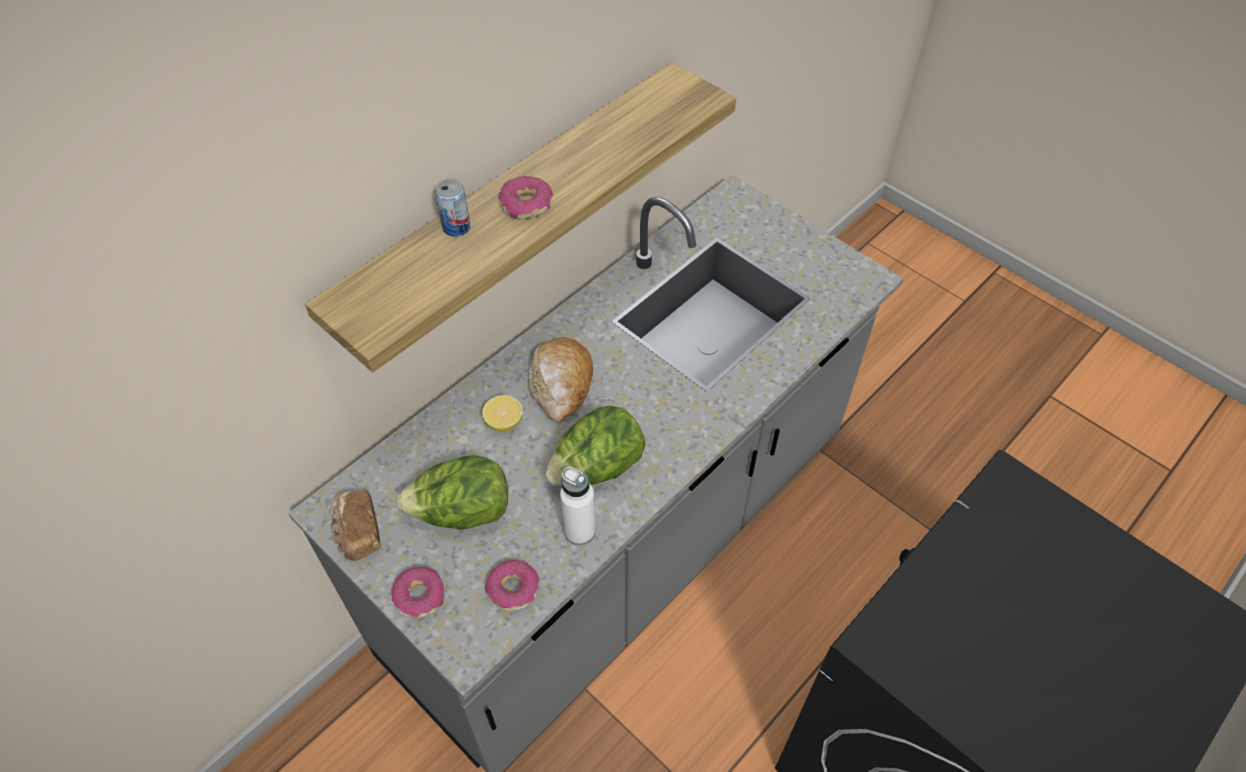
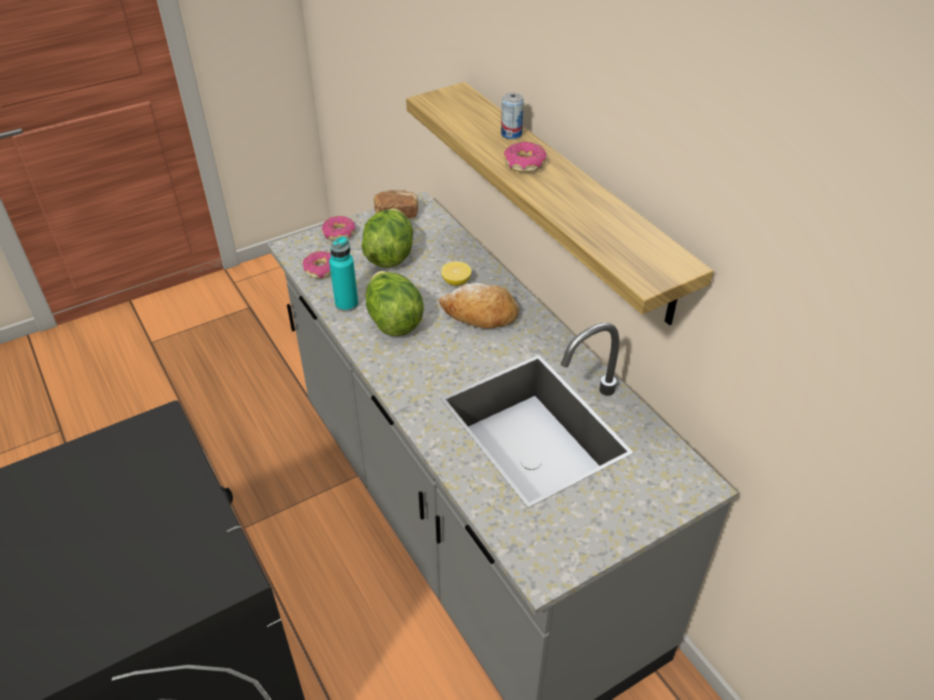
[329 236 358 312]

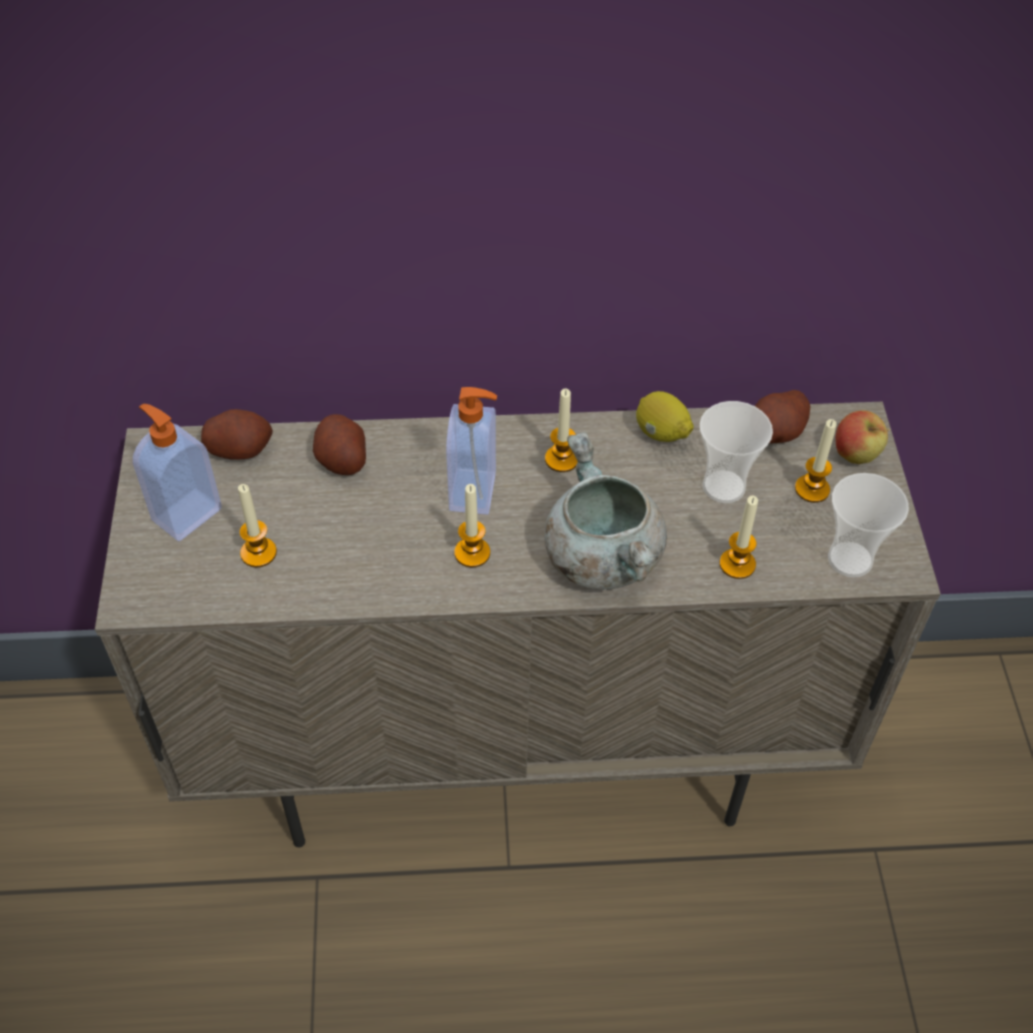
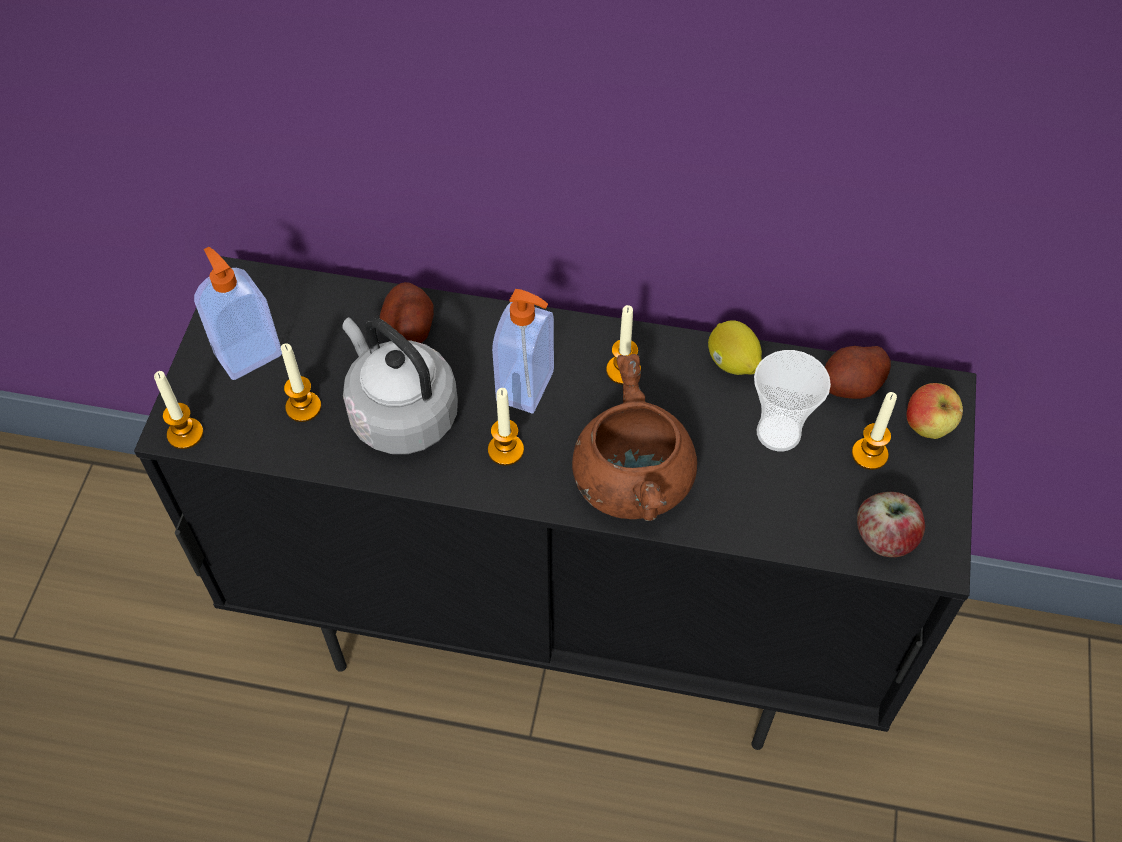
[201 409 273 460] (first image)
[342 317 458 454]
[154 371 203 449]
[857 492 925 557]
[134 256 976 750]
[572 354 697 521]

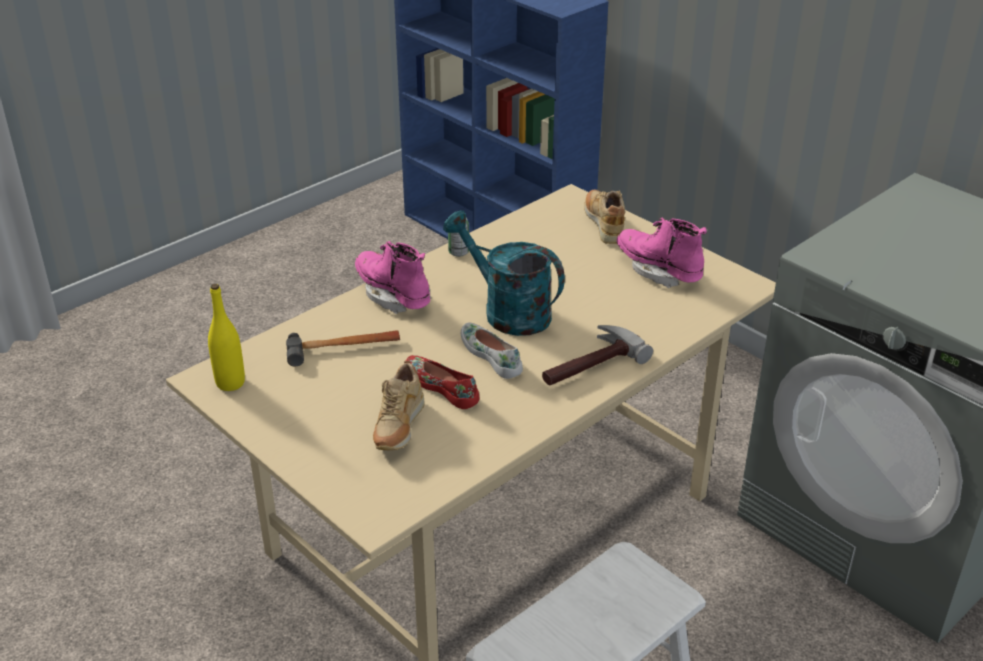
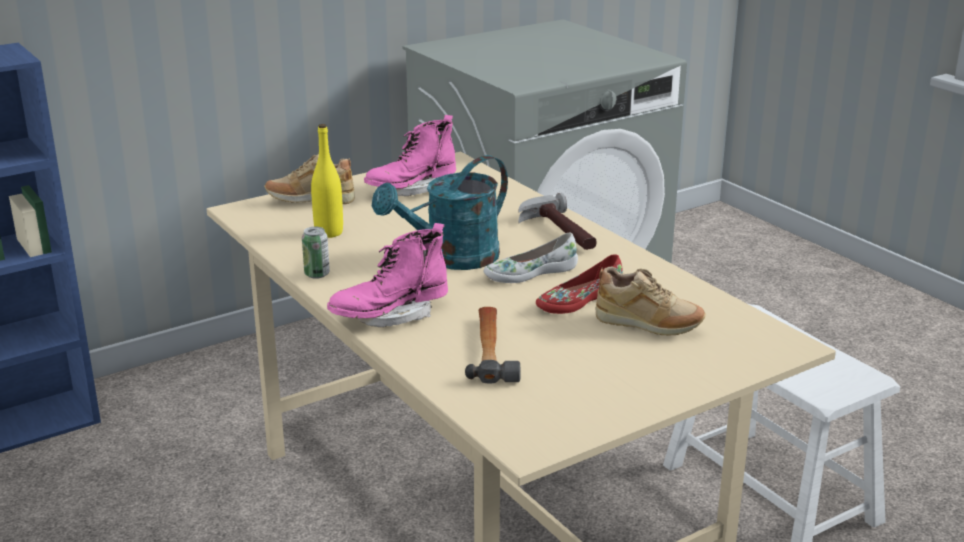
[311 124 343 238]

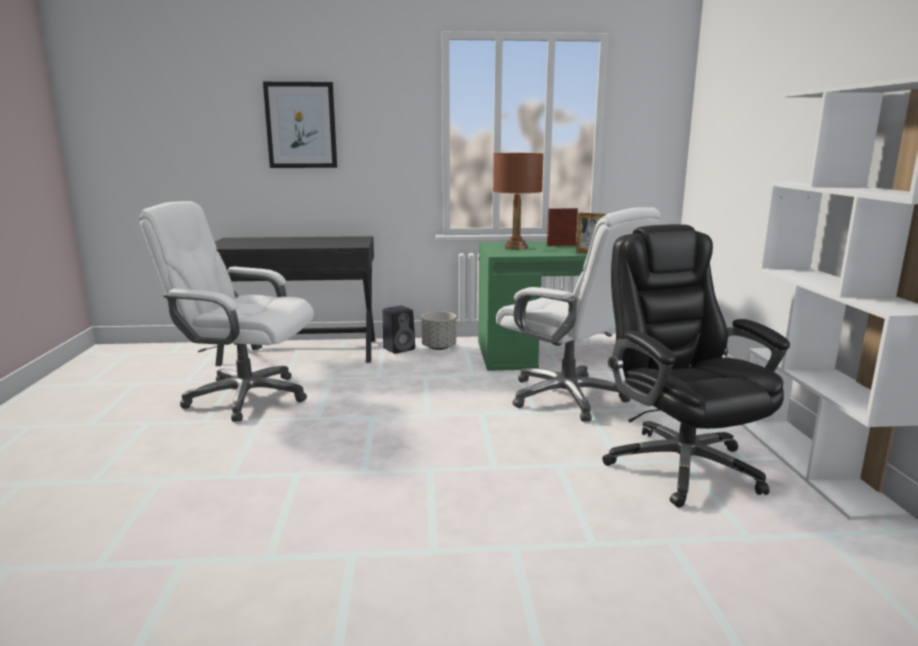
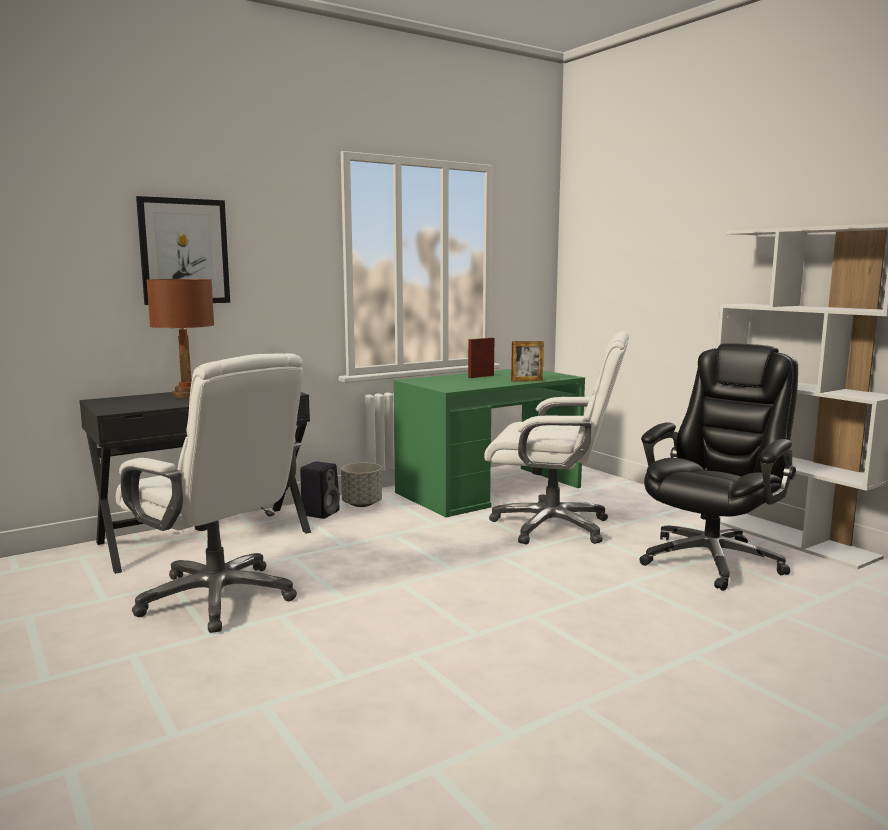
[146 279 214 398]
[116 353 303 633]
[639 343 798 591]

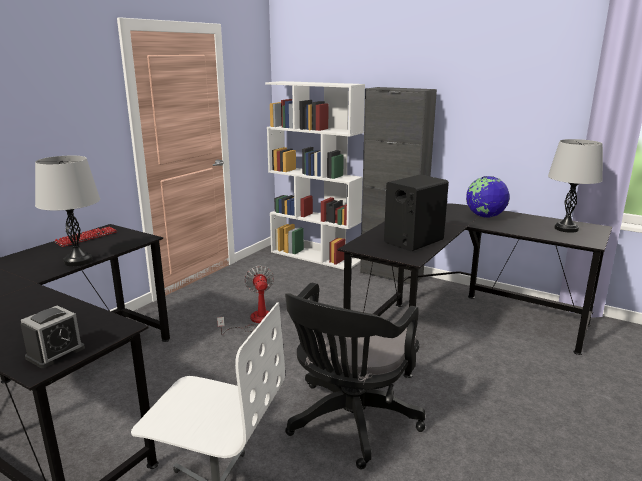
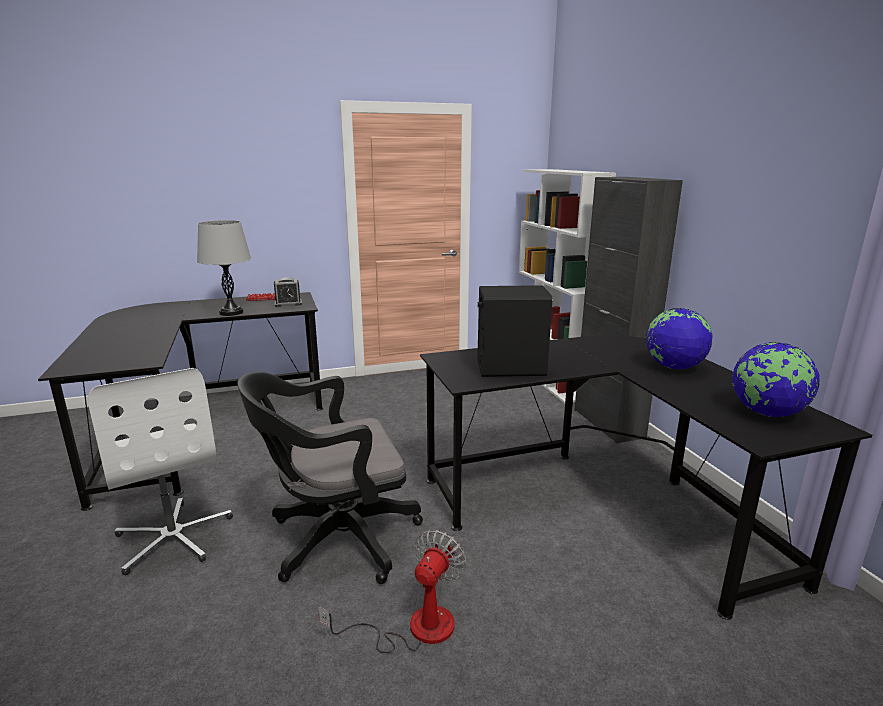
[274 277 302 307]
[318 530 467 653]
[732 342 820 417]

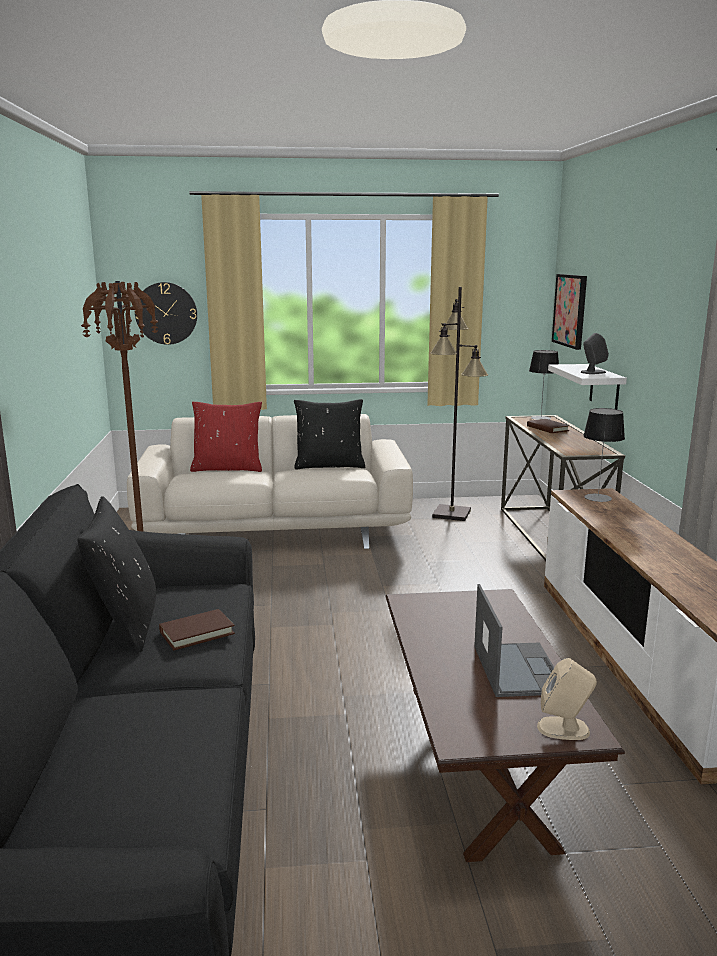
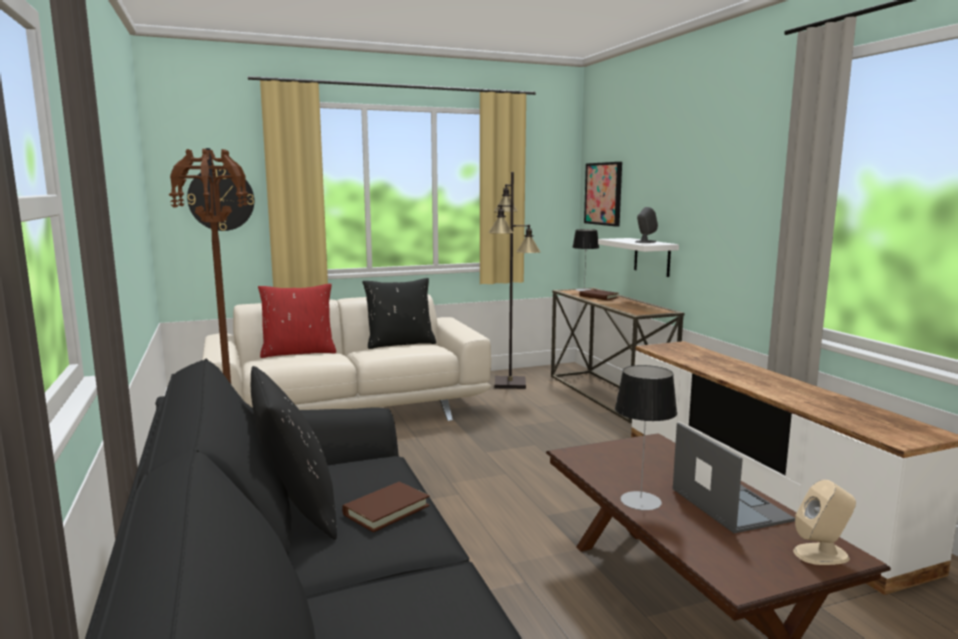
[615 365 677 510]

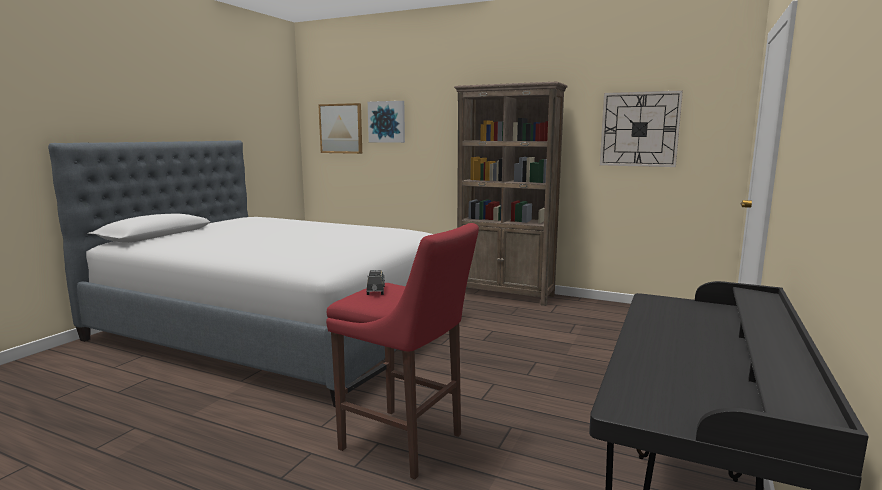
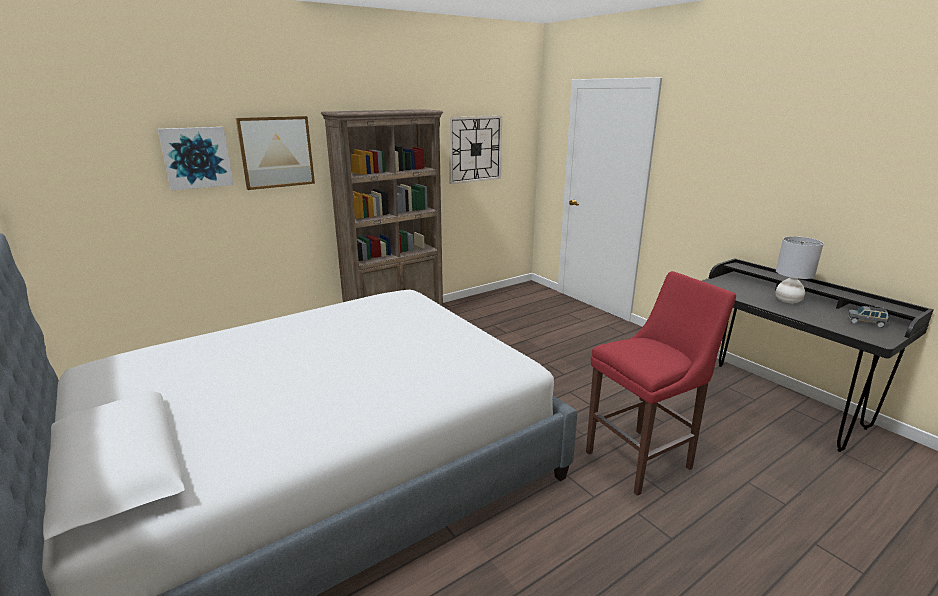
[775 236 824 304]
[235 116 315 190]
[848 306 889 328]

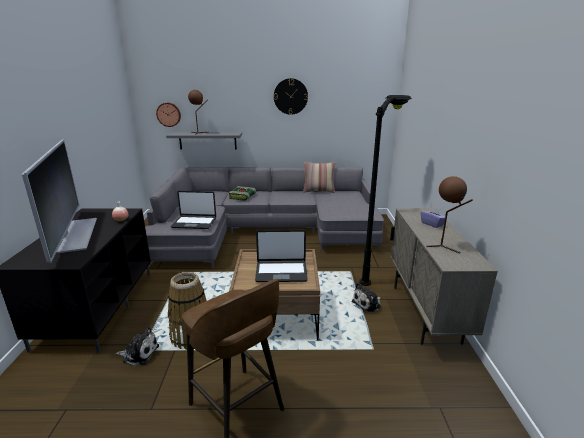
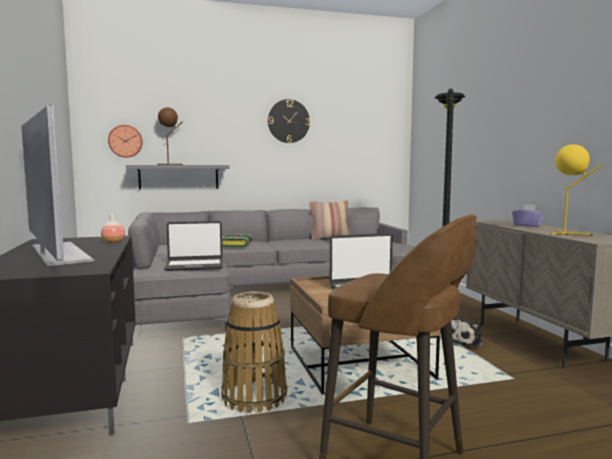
[116 327 159 366] (first image)
[550 144 601 236]

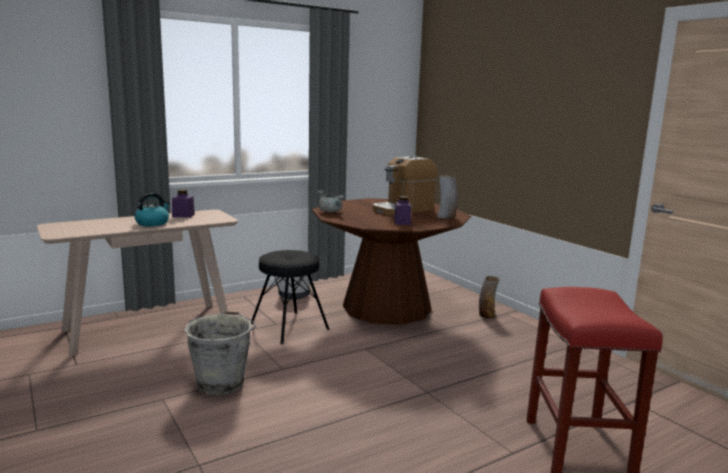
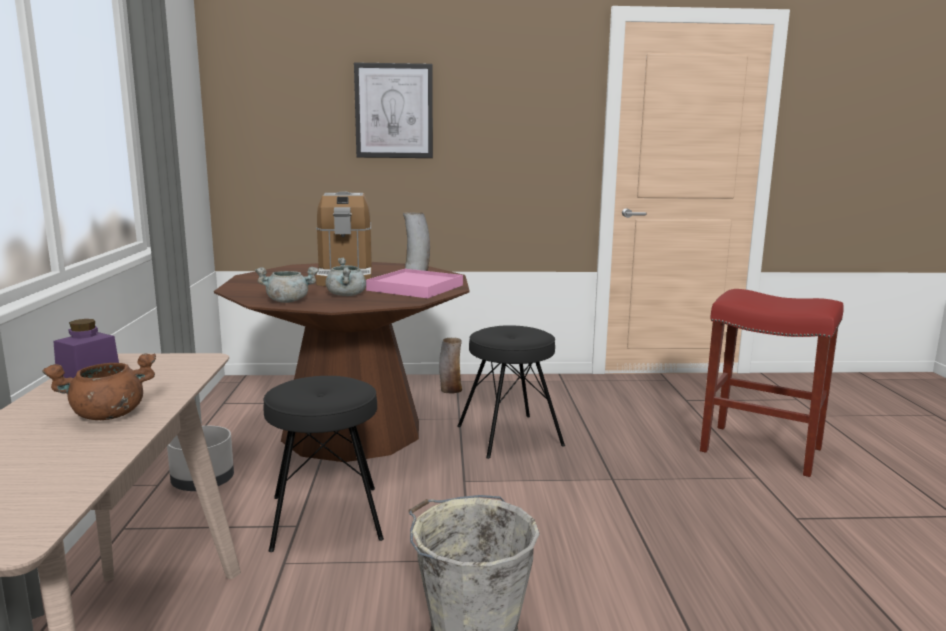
[325 257 366 296]
[354 62 433 158]
[457 325 565 459]
[42 353 156 420]
[366 269 463 298]

